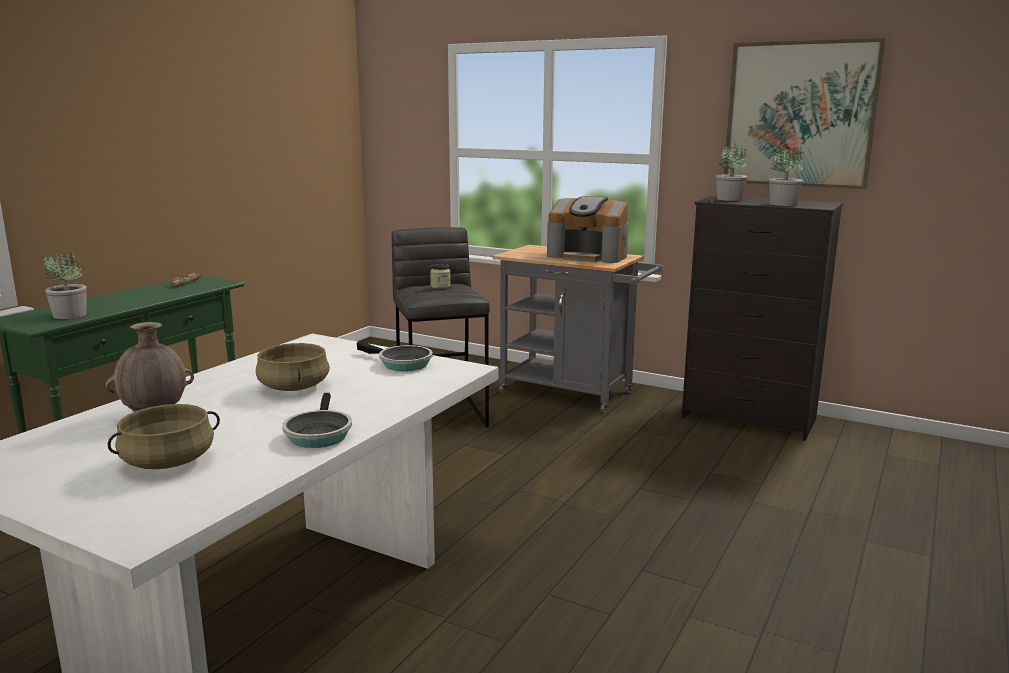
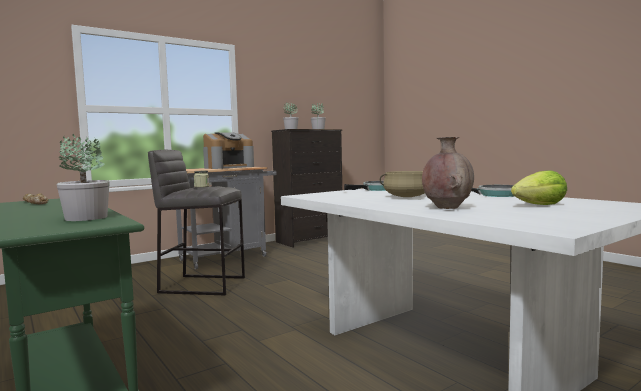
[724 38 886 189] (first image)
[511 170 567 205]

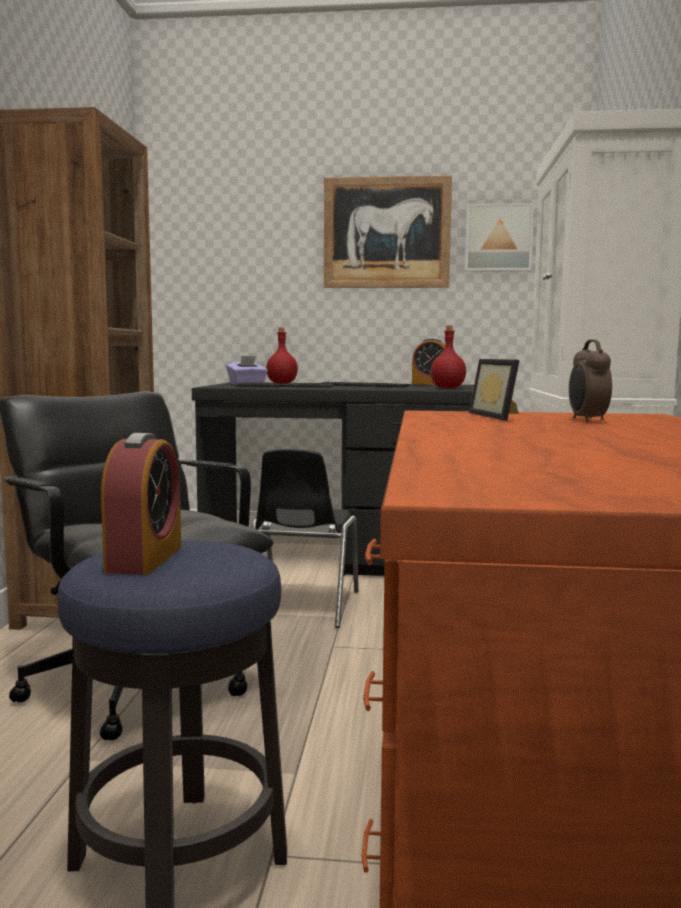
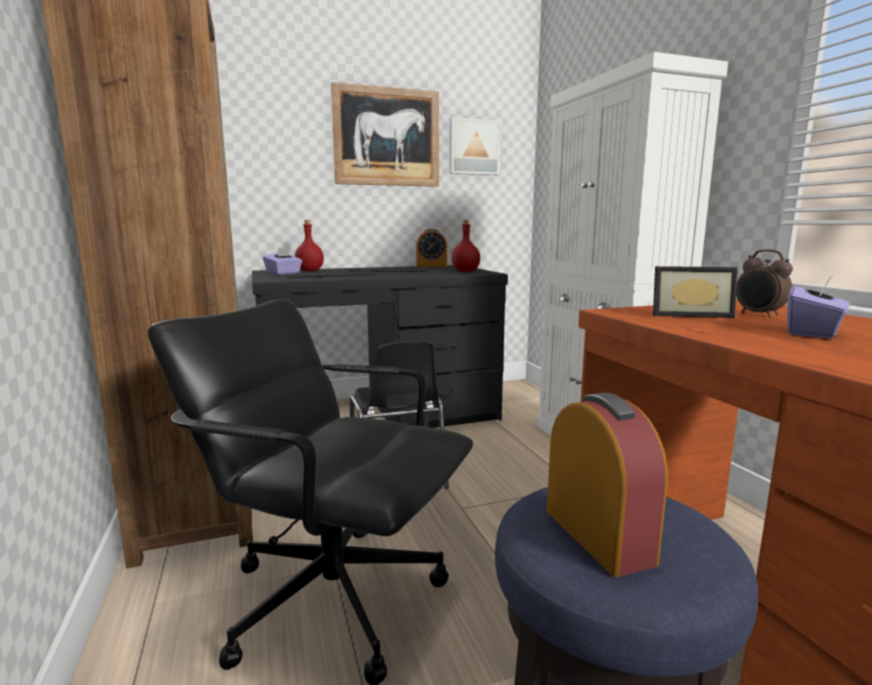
[787 275 849 339]
[653 266 738 318]

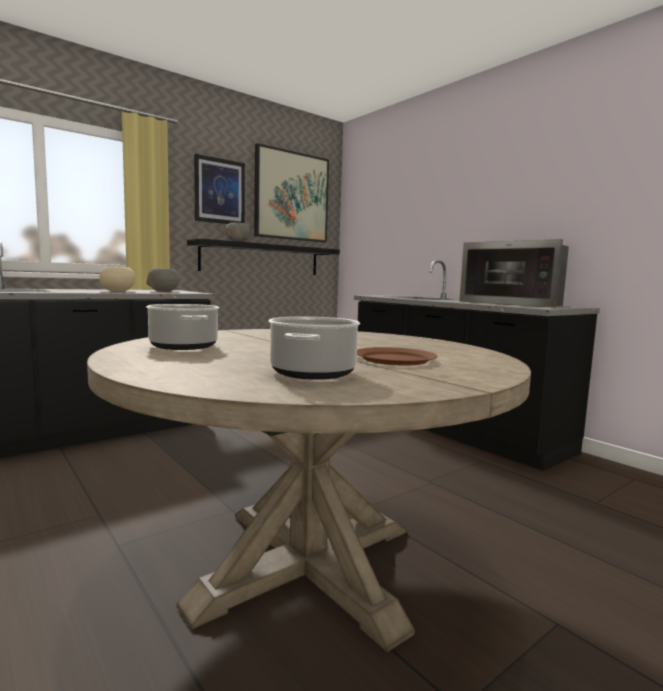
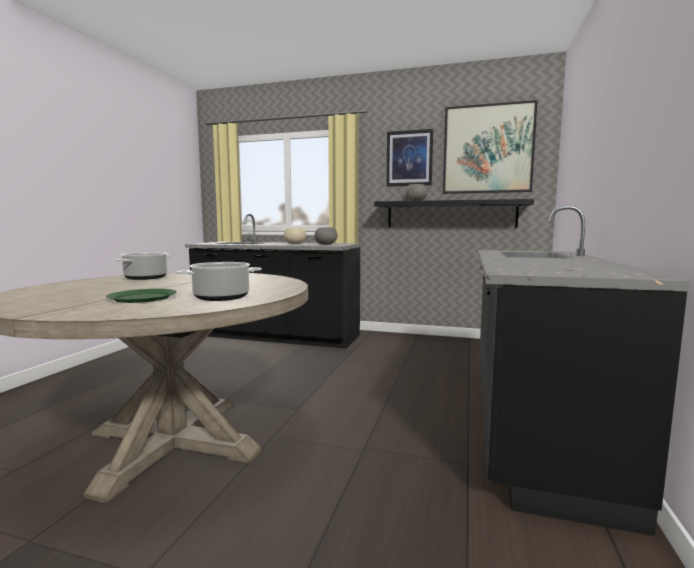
[459 239 569 307] (first image)
[176 262 262 301]
[106 289 177 303]

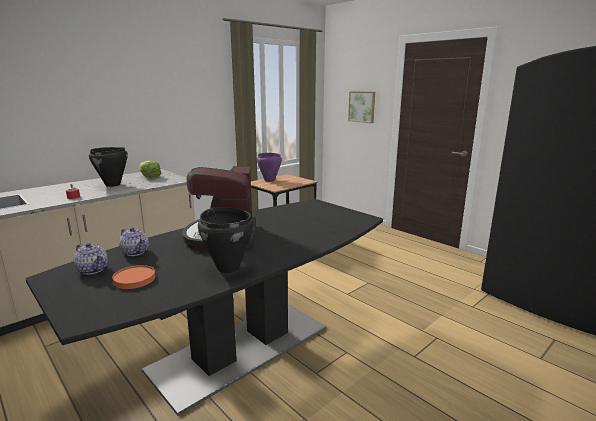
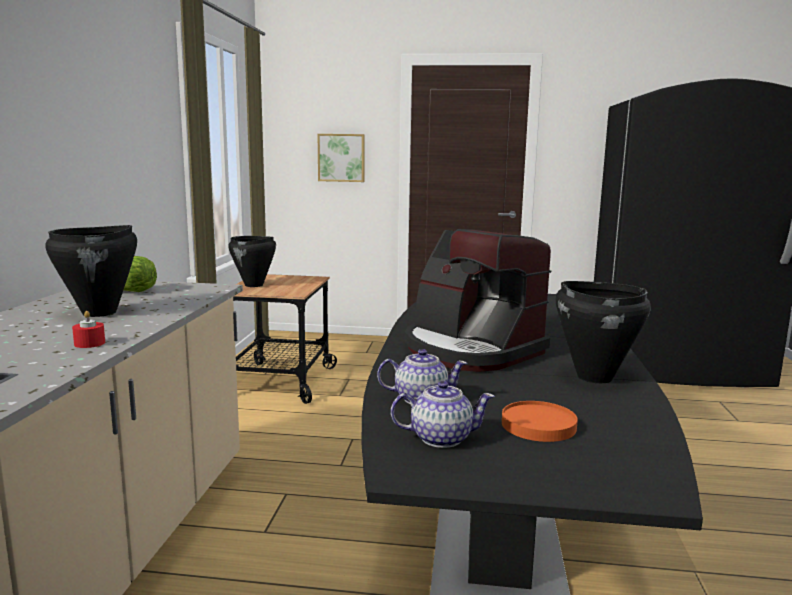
[229 236 276 287]

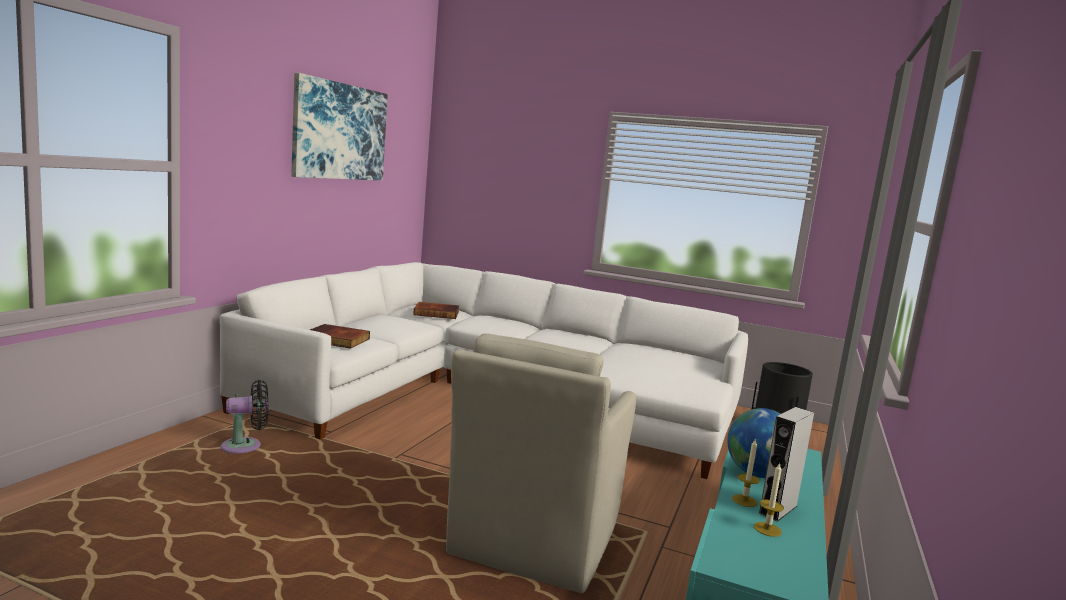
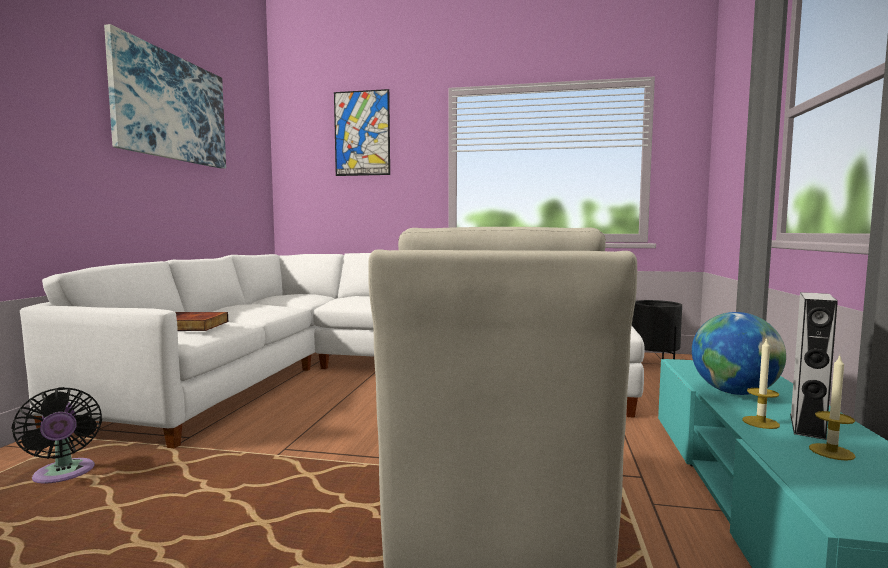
[413 302 459 319] (first image)
[334 89 390 176]
[12 387 102 484]

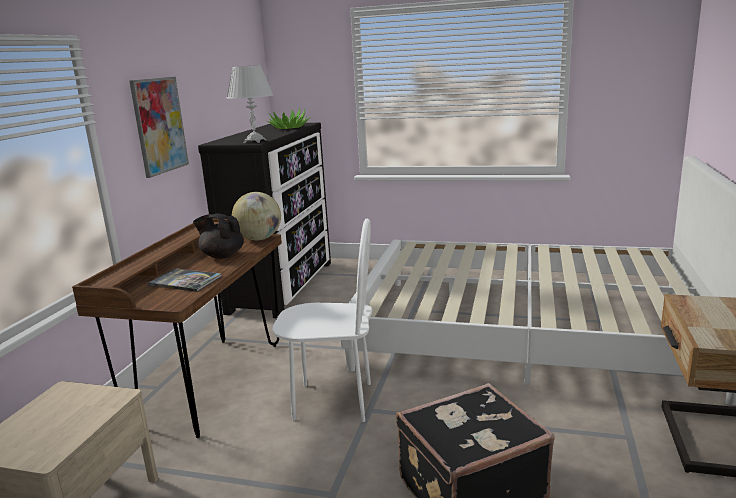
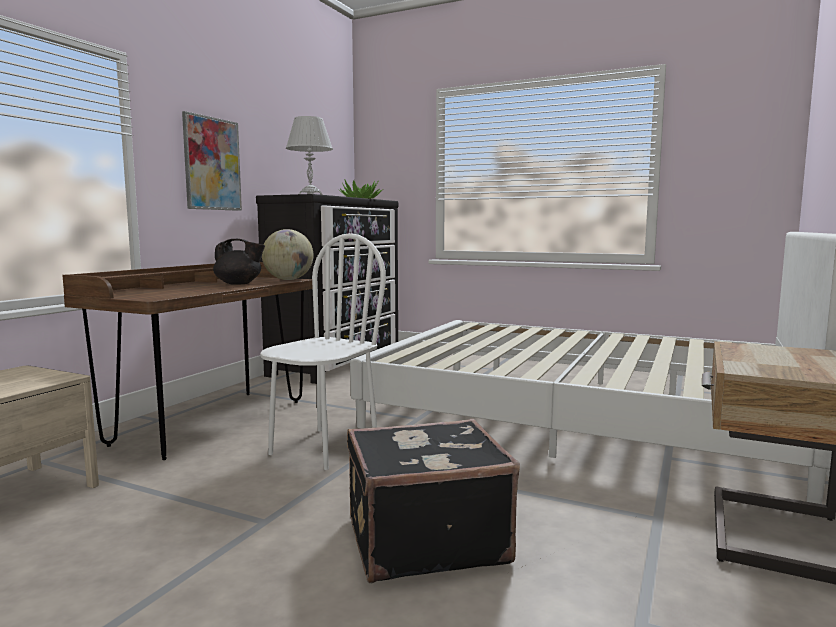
[148 268 222 292] (first image)
[213 239 265 285]
[260 233 386 470]

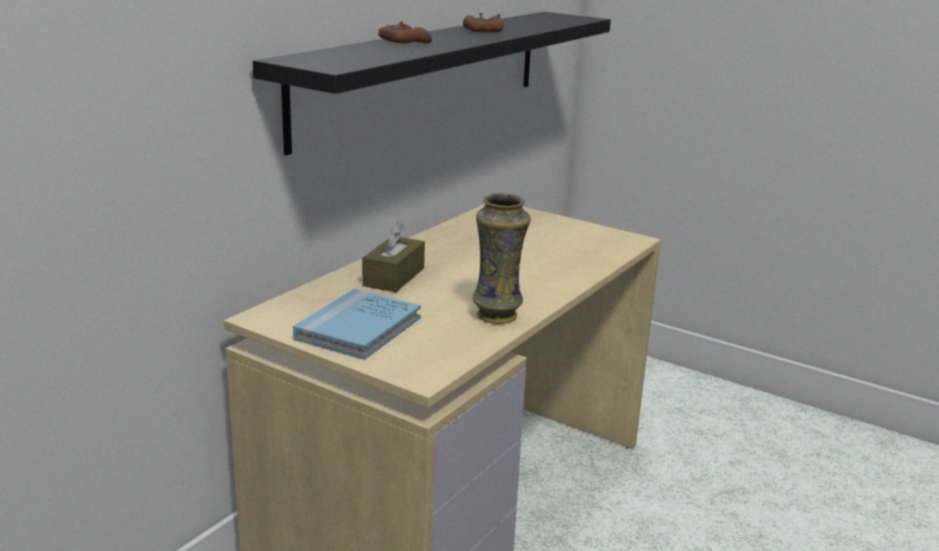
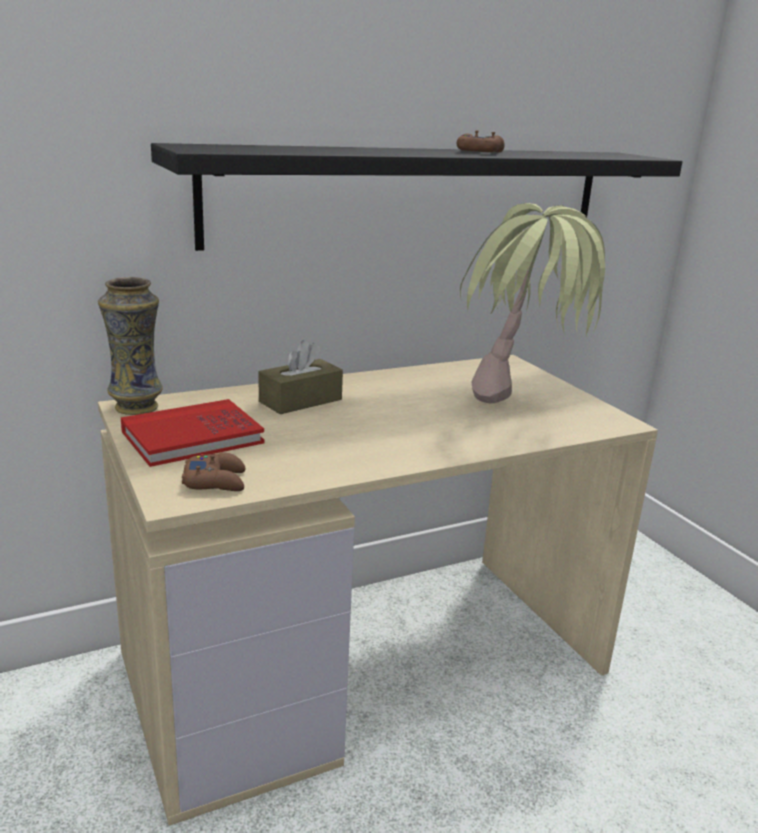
[460 203 605 403]
[182 452 245 491]
[98 277 163 415]
[121 399 264 467]

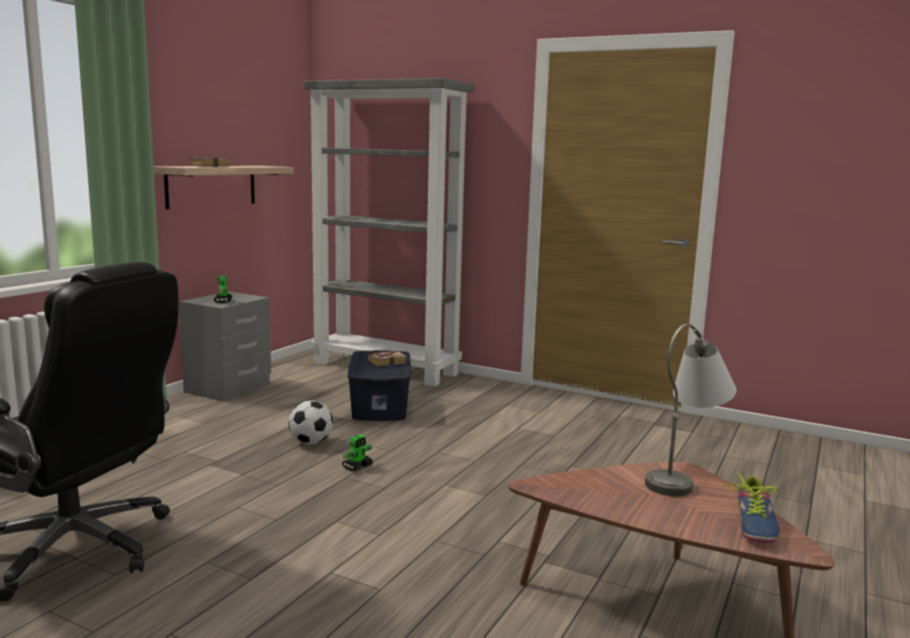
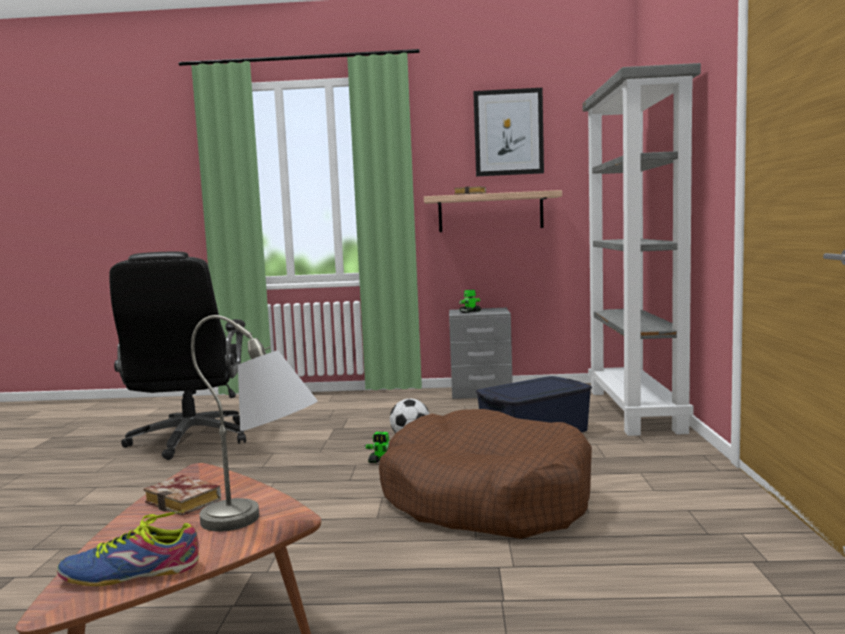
[379 409 592 539]
[473 88 544 176]
[144 475 221 516]

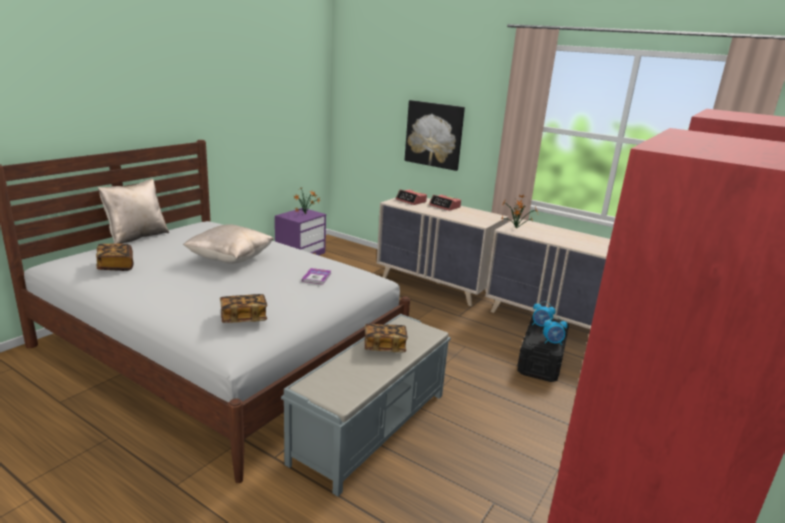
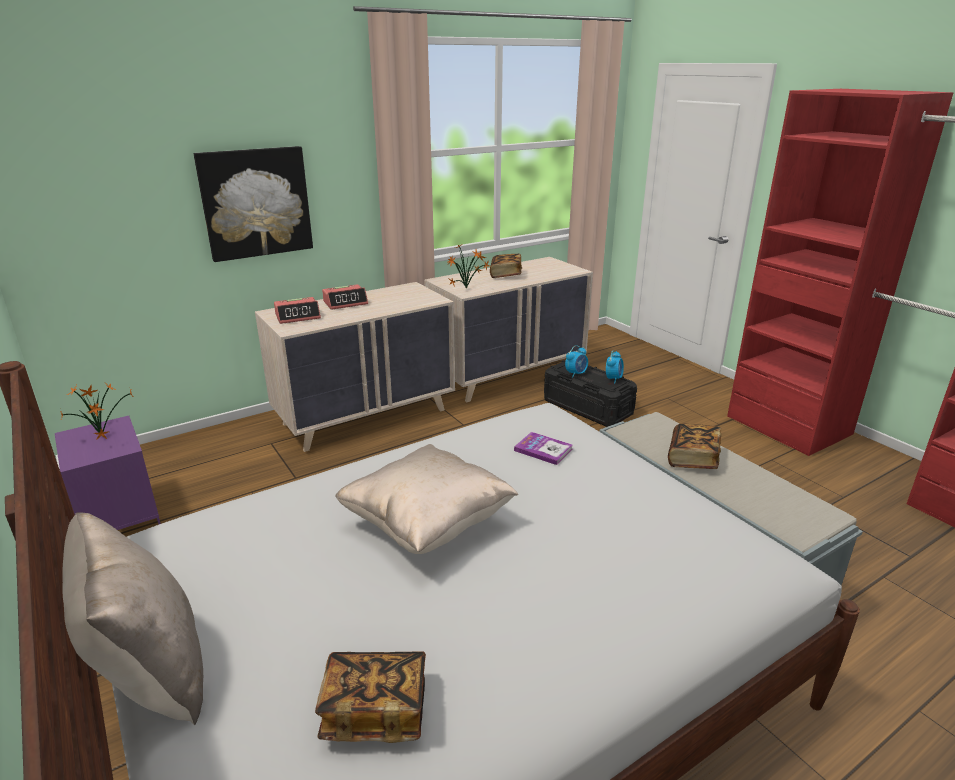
[490 254 522 278]

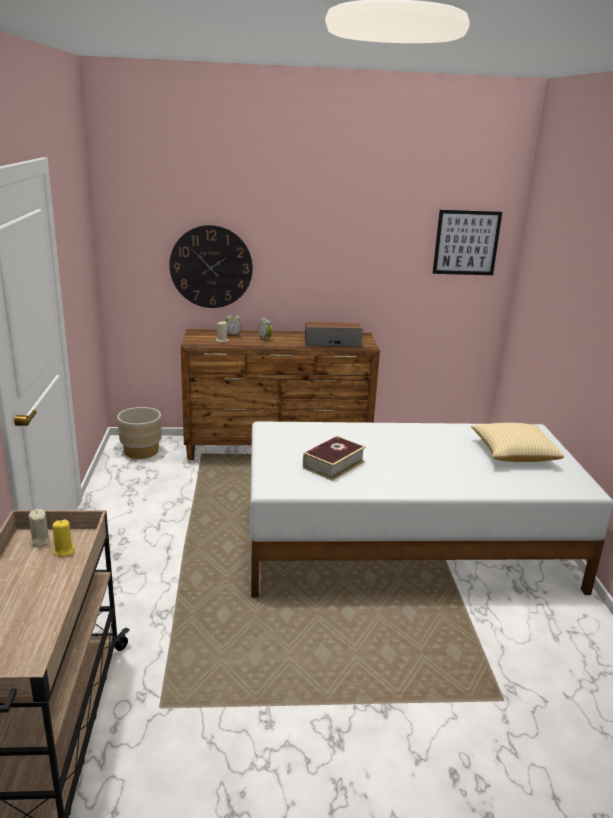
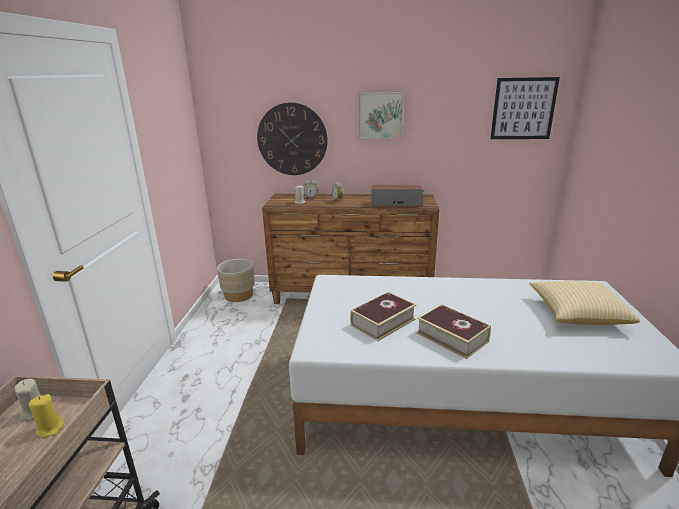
[359 92 404 139]
[416 304 491 359]

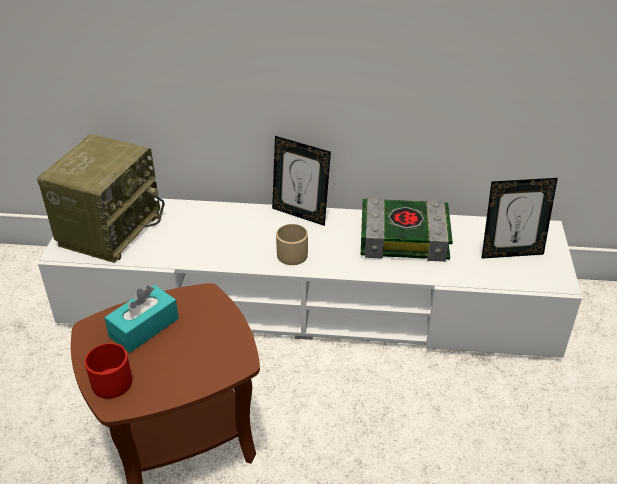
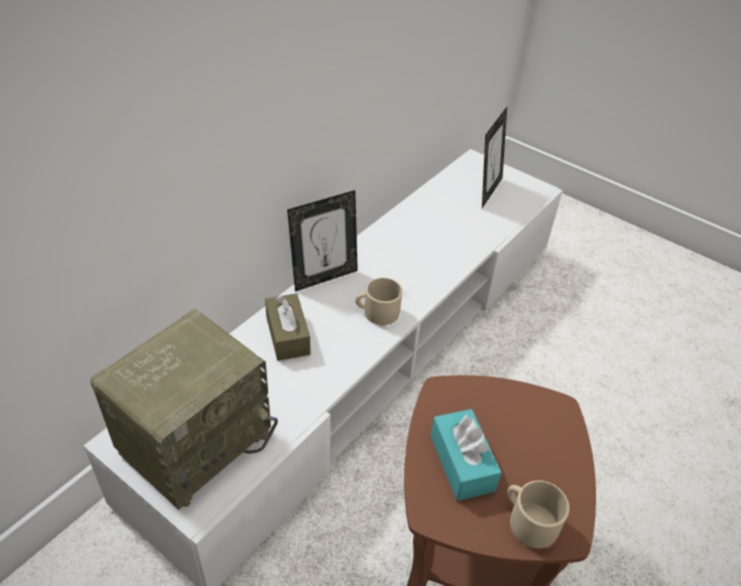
[361 198 453 262] (first image)
[265 293 310 361]
[507 480 569 548]
[90 309 278 510]

